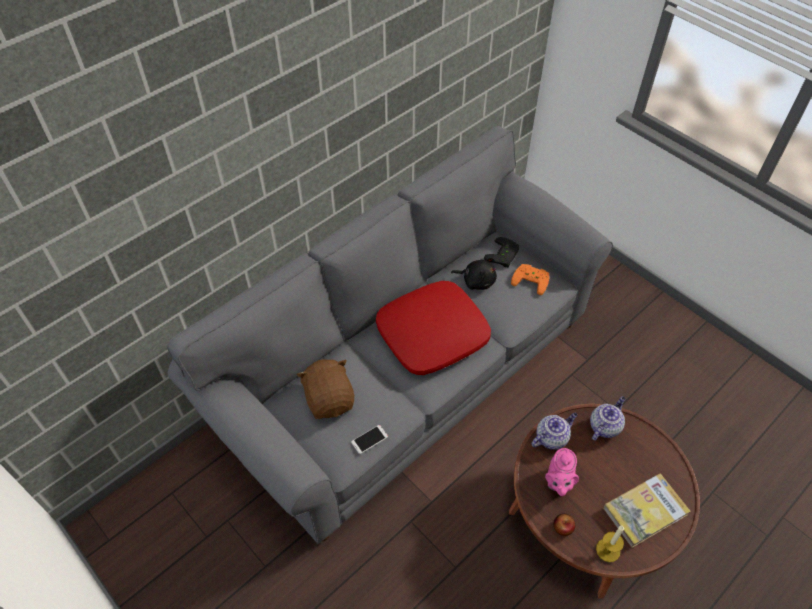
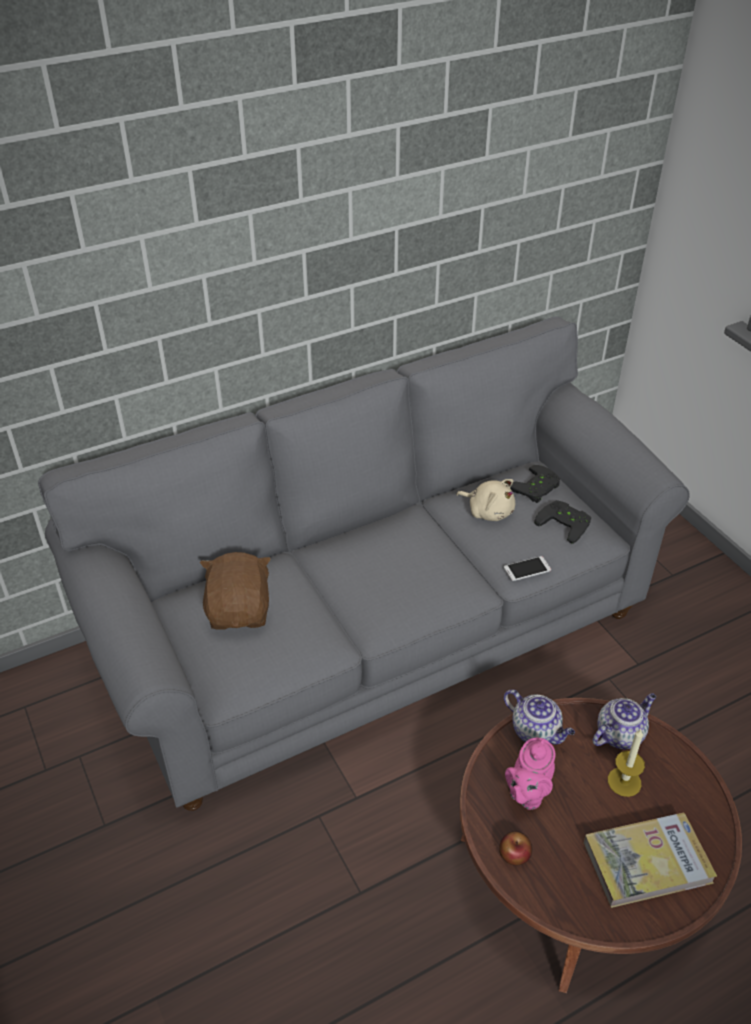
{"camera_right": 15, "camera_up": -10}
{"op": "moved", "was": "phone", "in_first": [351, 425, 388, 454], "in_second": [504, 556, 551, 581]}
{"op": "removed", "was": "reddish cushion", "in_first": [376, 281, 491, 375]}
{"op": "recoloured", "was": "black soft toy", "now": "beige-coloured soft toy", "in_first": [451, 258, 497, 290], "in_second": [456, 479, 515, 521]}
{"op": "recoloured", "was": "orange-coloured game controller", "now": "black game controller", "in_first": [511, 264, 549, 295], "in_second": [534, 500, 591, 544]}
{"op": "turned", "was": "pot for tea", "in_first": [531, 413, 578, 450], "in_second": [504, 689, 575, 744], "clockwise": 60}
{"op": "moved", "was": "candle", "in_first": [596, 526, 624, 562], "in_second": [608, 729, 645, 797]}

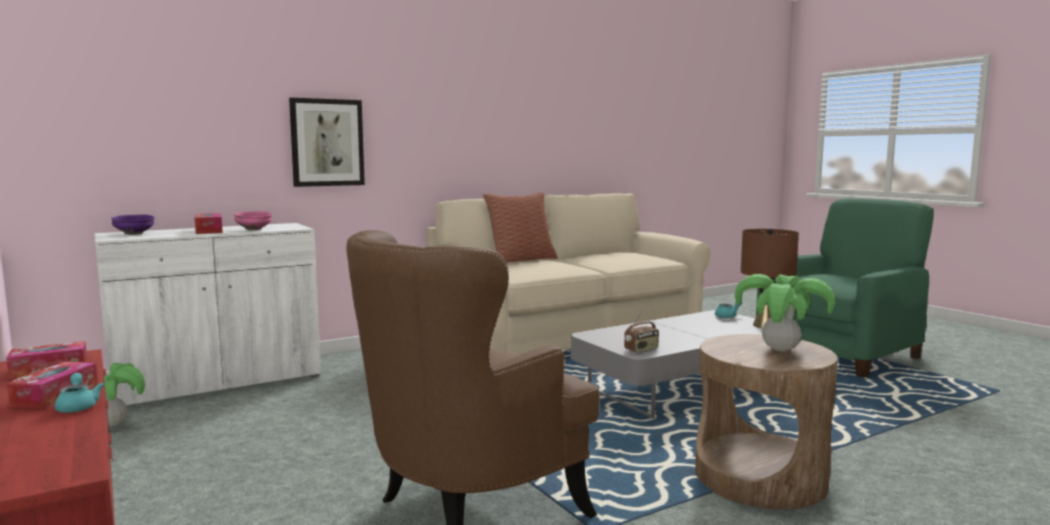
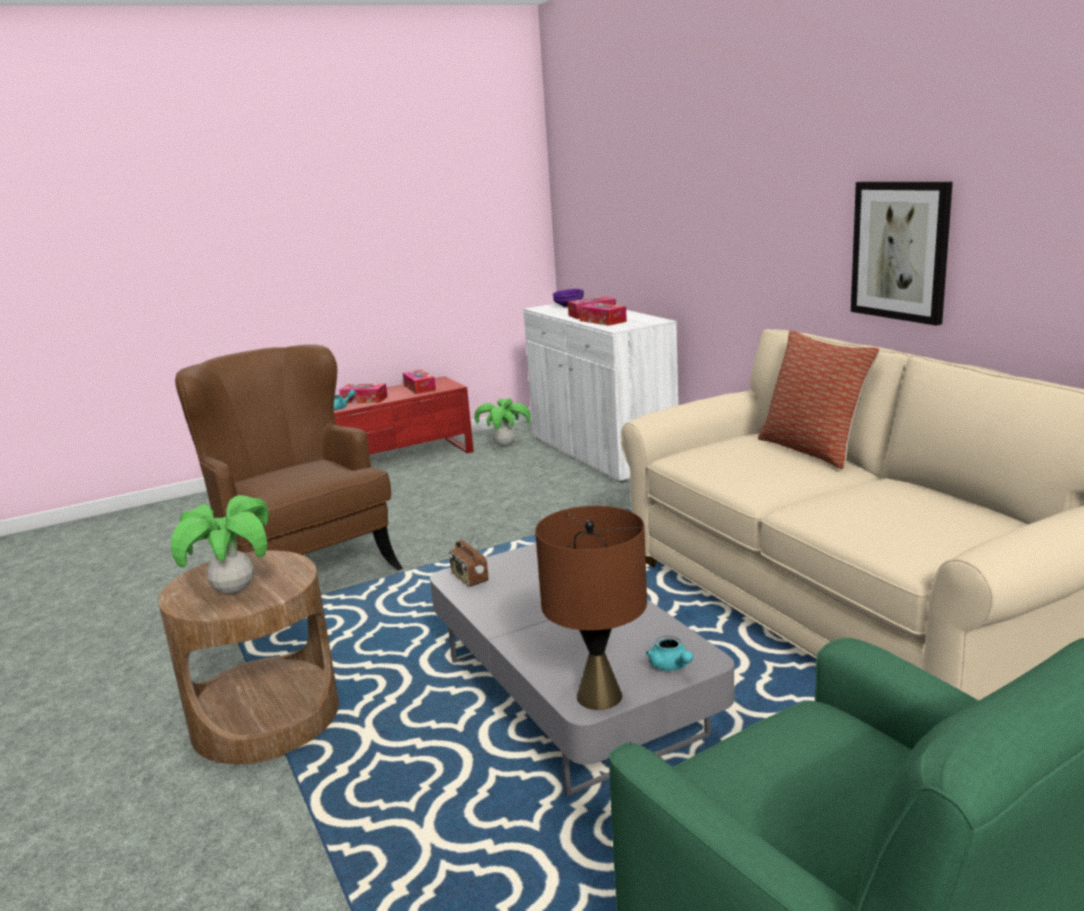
{"camera_right": 95, "camera_up": 10}
{"op": "replaced", "was": "pink-coloured deep dish", "now": "tissue box", "in_first": [234, 211, 273, 230], "in_second": [579, 302, 627, 326]}
{"op": "moved", "was": "wall art", "in_first": [289, 98, 365, 187], "in_second": [851, 182, 953, 326]}

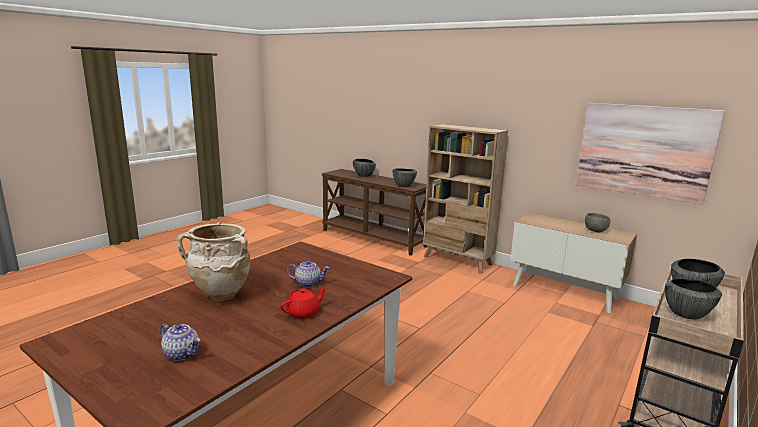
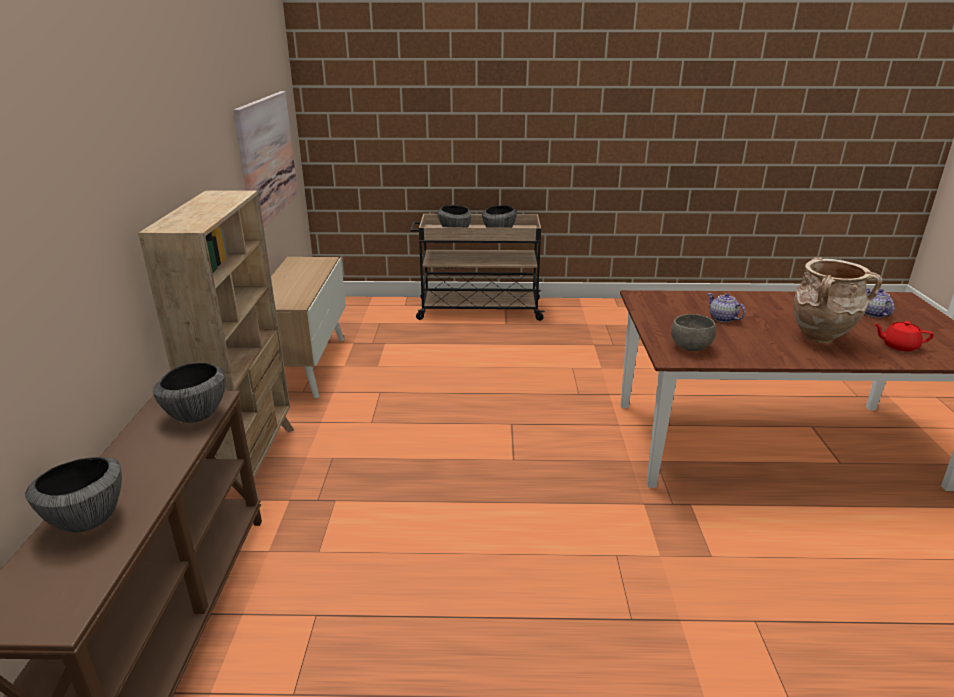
{"camera_right": -125, "camera_up": 10}
{"op": "moved", "was": "reddish pot for tea", "in_first": [280, 287, 327, 318], "in_second": [874, 321, 934, 351]}
{"op": "moved", "was": "gray deep dish", "in_first": [585, 213, 610, 232], "in_second": [671, 314, 716, 351]}

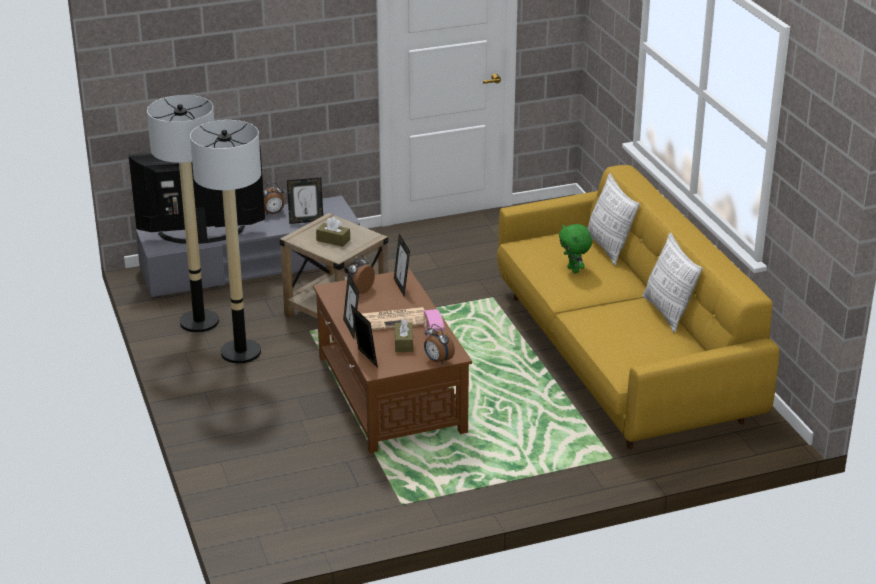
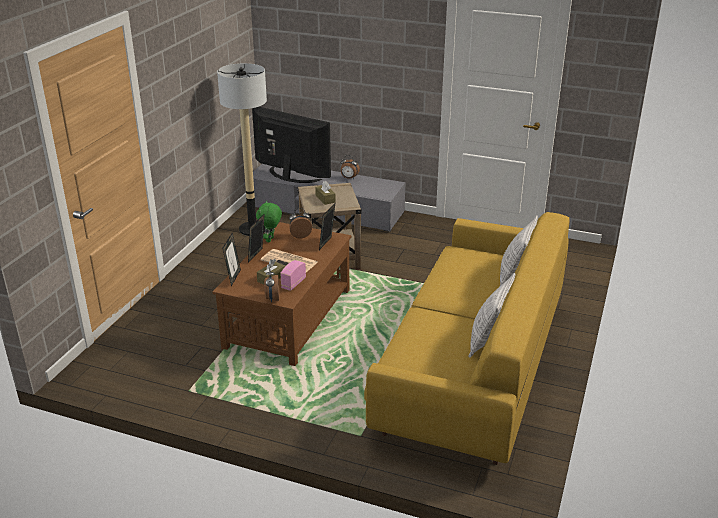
{"camera_right": 40, "camera_up": 0}
{"op": "removed", "was": "floor lamp", "in_first": [190, 120, 261, 364]}
{"op": "removed", "was": "standing frame", "in_first": [287, 178, 323, 224]}
{"op": "moved", "was": "green soft toy", "in_first": [559, 224, 592, 273], "in_second": [256, 201, 282, 242]}

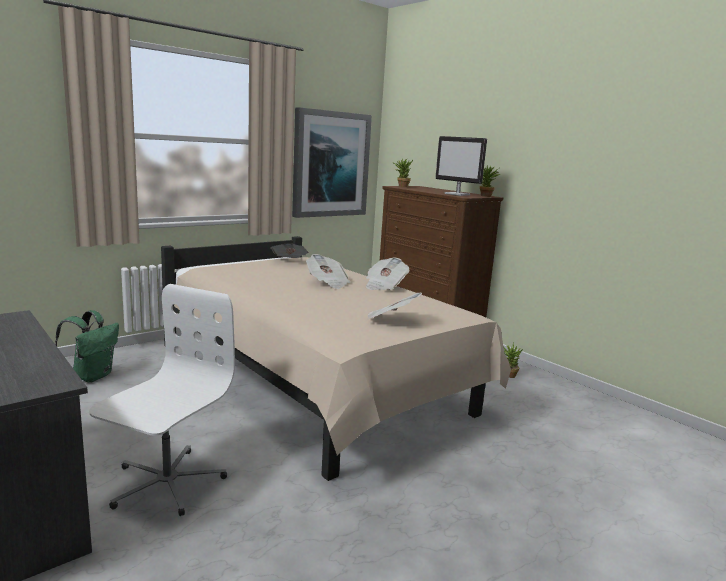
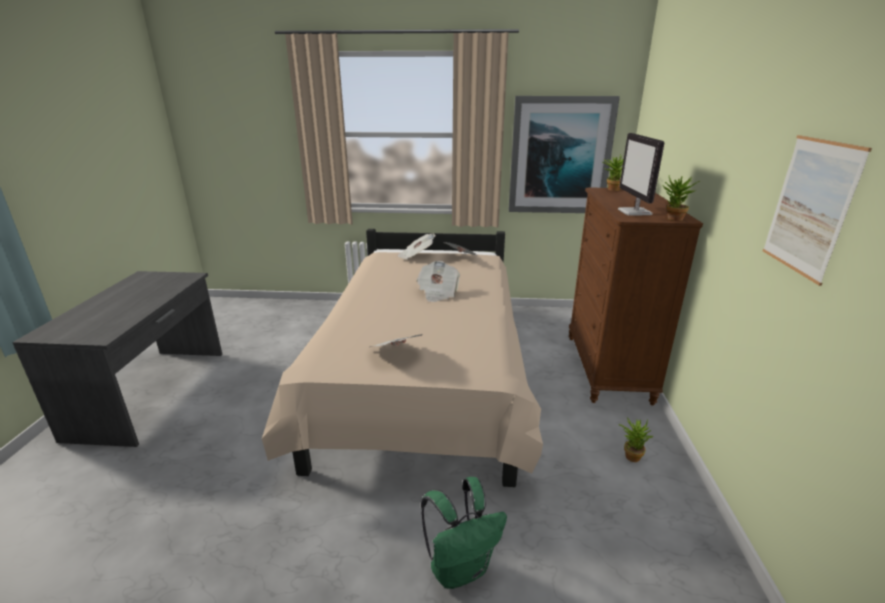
{"camera_right": 45, "camera_up": 10}
{"op": "moved", "was": "green backpack", "in_first": [55, 310, 119, 383], "in_second": [421, 477, 507, 589]}
{"op": "removed", "was": "white-coloured desk chair", "in_first": [89, 284, 235, 516]}
{"op": "moved", "was": "newspaper", "in_first": [366, 257, 410, 290], "in_second": [397, 234, 436, 260]}
{"op": "added", "now": "wall art", "in_second": [763, 135, 872, 286]}

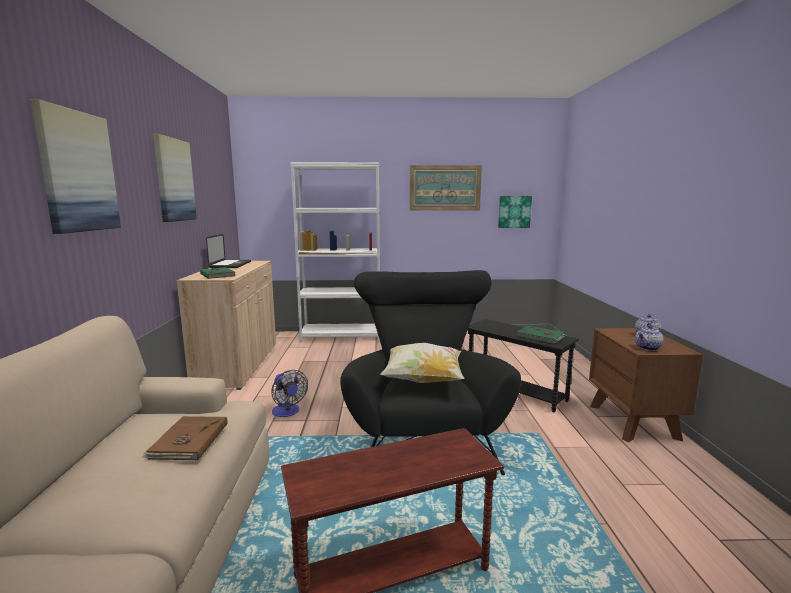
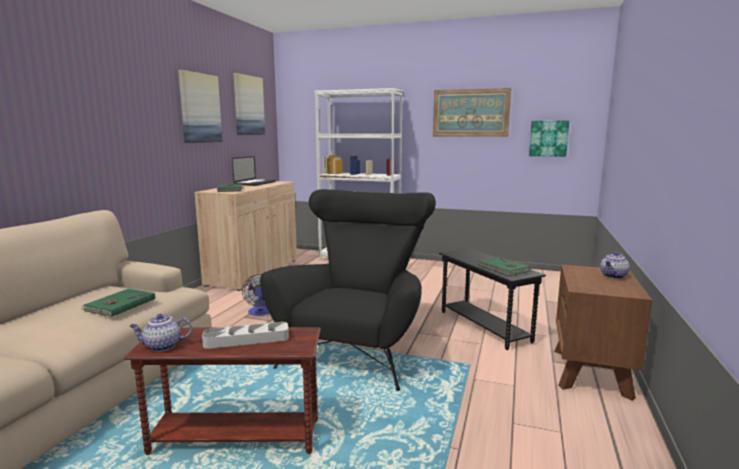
{"camera_right": 20, "camera_up": 0}
{"op": "moved", "was": "wall art", "in_first": [30, 99, 121, 234], "in_second": [233, 73, 265, 135]}
{"op": "recoloured", "was": "brownish book", "now": "green book", "in_first": [142, 416, 228, 460], "in_second": [81, 289, 155, 317]}
{"op": "removed", "was": "cushion", "in_first": [380, 343, 465, 383]}
{"op": "moved", "was": "pot for tea", "in_first": [635, 325, 664, 351], "in_second": [130, 314, 192, 352]}
{"op": "added", "now": "gray carrying tray", "in_second": [202, 322, 289, 349]}

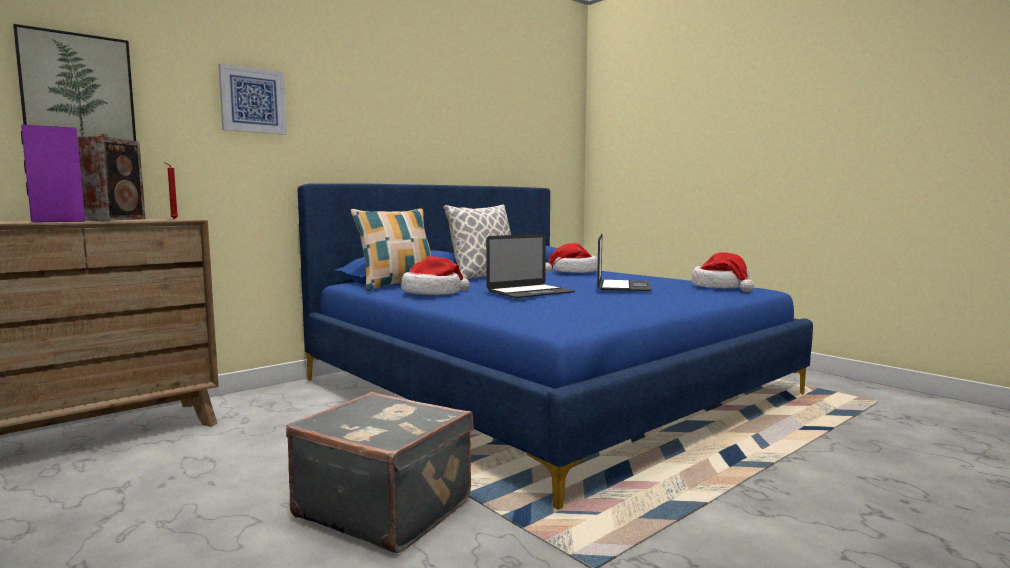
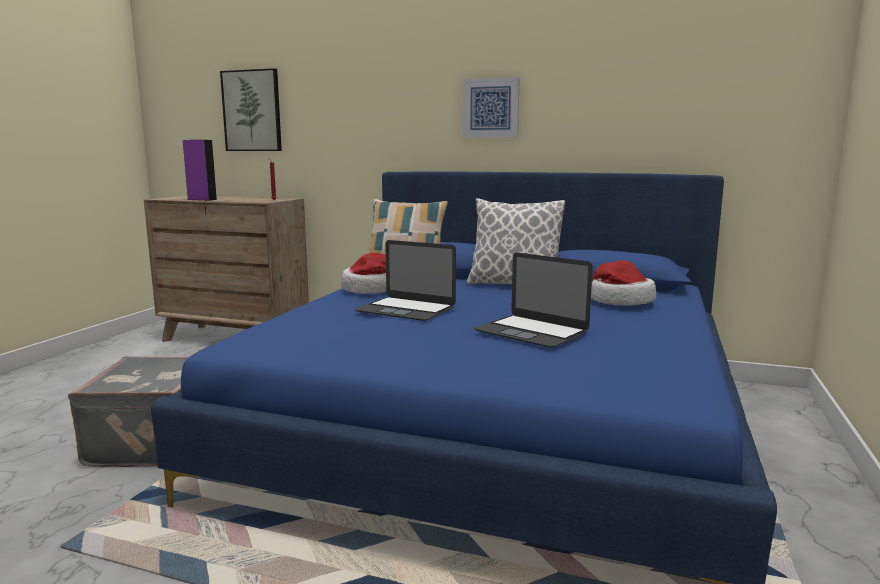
{"camera_right": 60, "camera_up": 5}
{"op": "removed", "was": "speaker", "in_first": [77, 134, 146, 221]}
{"op": "moved", "was": "wall art", "in_first": [218, 64, 287, 135], "in_second": [462, 77, 520, 138]}
{"op": "turned", "was": "notebook computer", "in_first": [597, 234, 652, 291], "in_second": [474, 253, 593, 348], "clockwise": 60}
{"op": "removed", "was": "wearable hat", "in_first": [692, 252, 754, 292]}

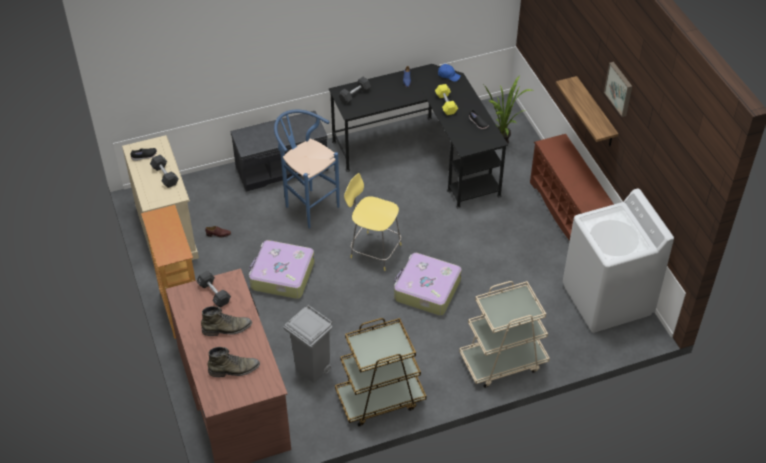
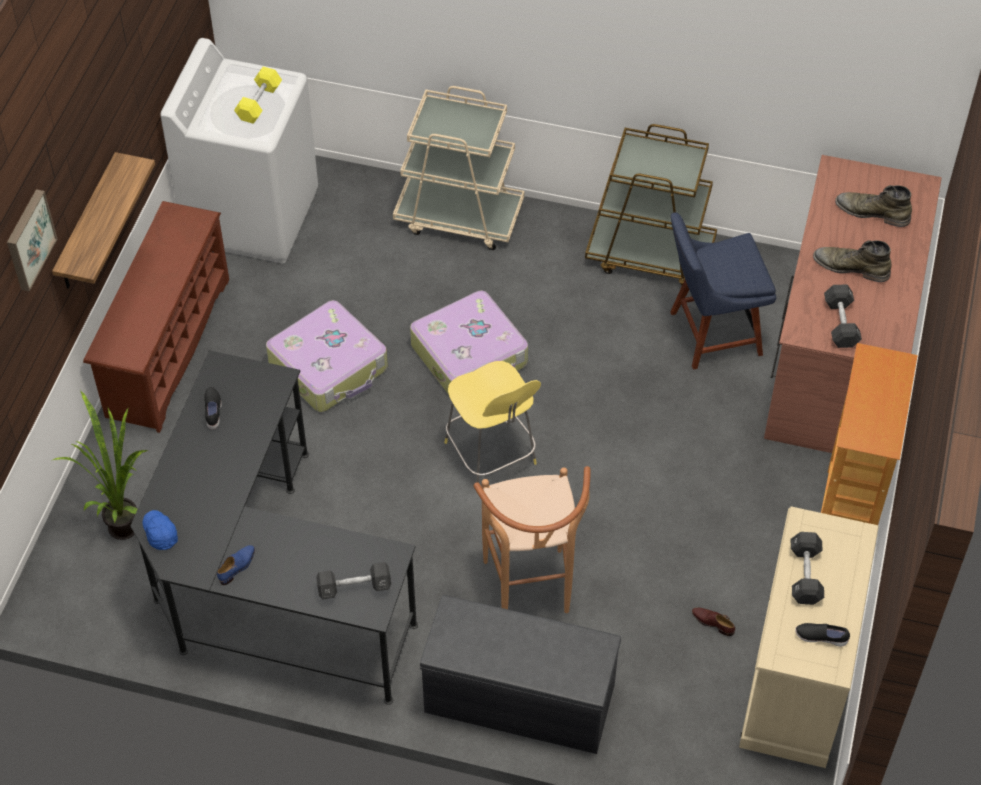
{"camera_right": -145, "camera_up": 5}
{"op": "moved", "was": "suitcase", "in_first": [249, 240, 315, 299], "in_second": [266, 300, 388, 412]}
{"op": "recoloured", "was": "bluish stool seat", "now": "brownish stool seat", "in_first": [274, 110, 339, 229], "in_second": [473, 466, 591, 613]}
{"op": "replaced", "was": "gray trash can", "now": "bluish chair", "in_first": [283, 305, 333, 383], "in_second": [670, 212, 776, 370]}
{"op": "moved", "was": "yellowish free weight", "in_first": [435, 84, 458, 115], "in_second": [234, 67, 282, 124]}
{"op": "moved", "was": "wall art", "in_first": [604, 62, 632, 117], "in_second": [7, 189, 57, 292]}

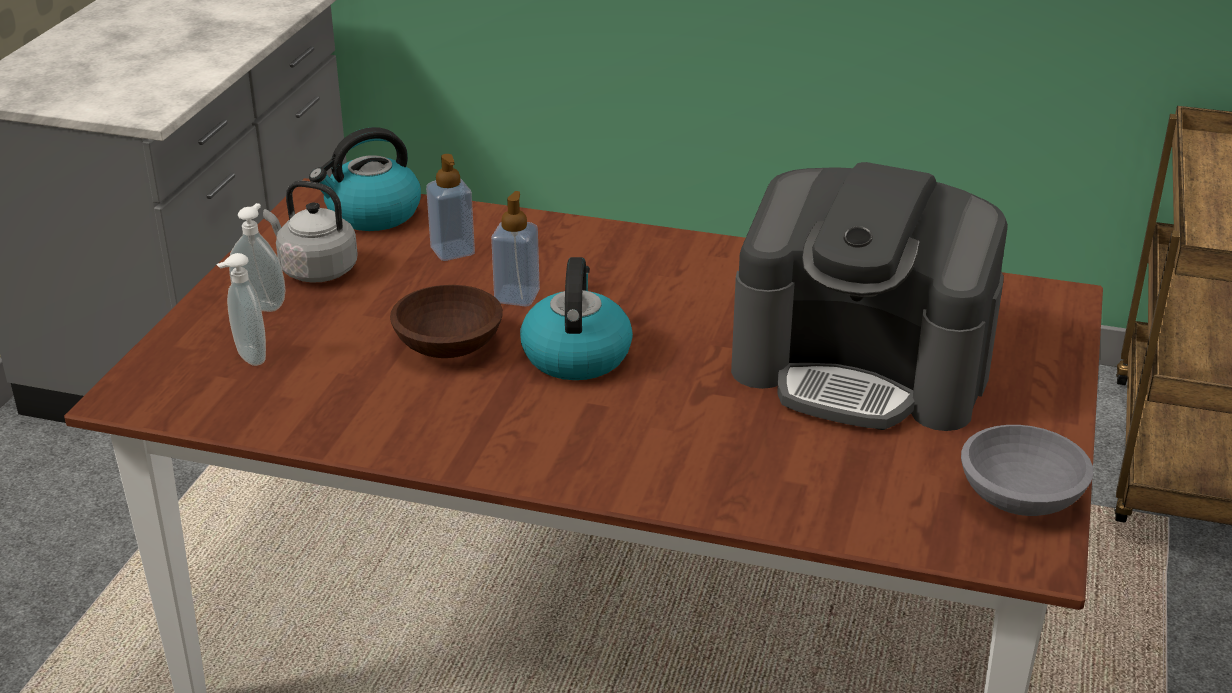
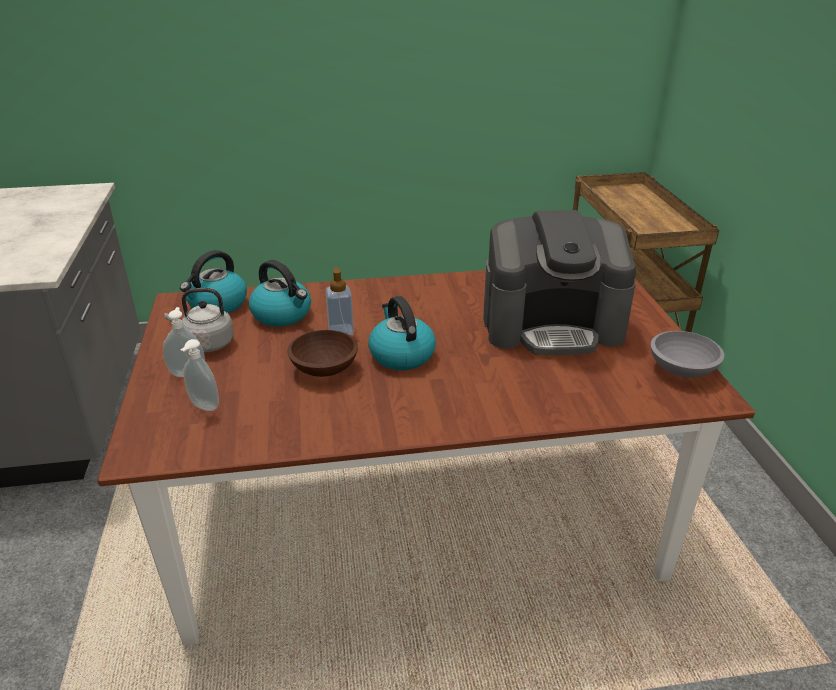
{"camera_right": -25, "camera_up": 0}
{"op": "replaced", "was": "liquid soap bottle", "now": "kettle", "in_first": [426, 154, 475, 261], "in_second": [249, 260, 311, 326]}

